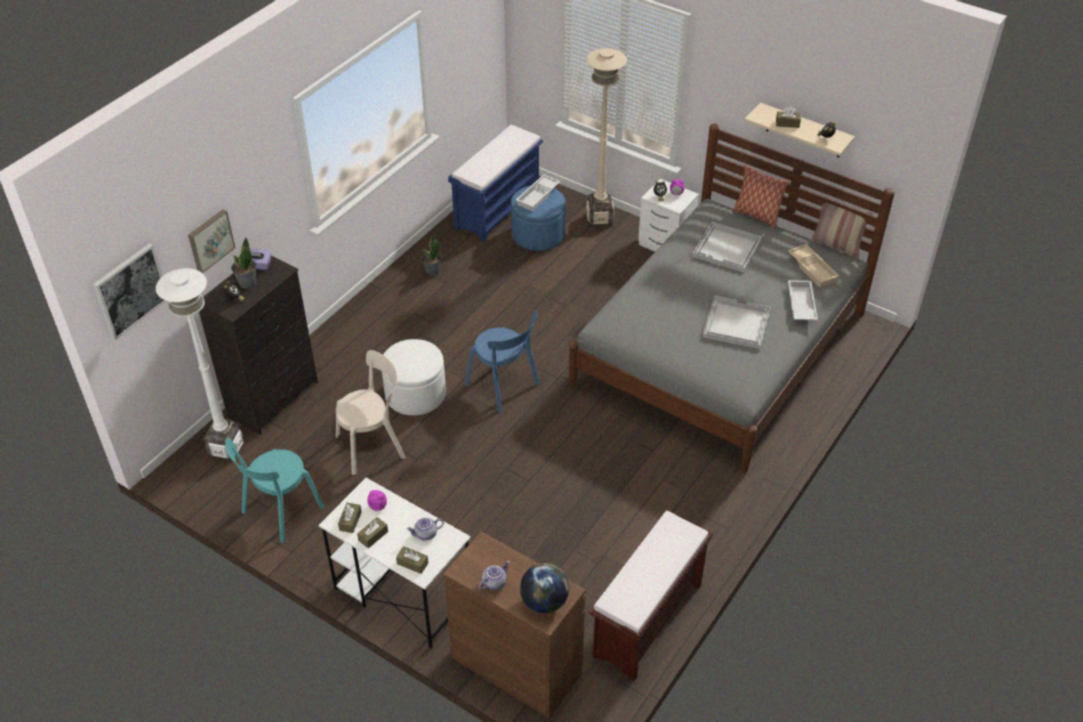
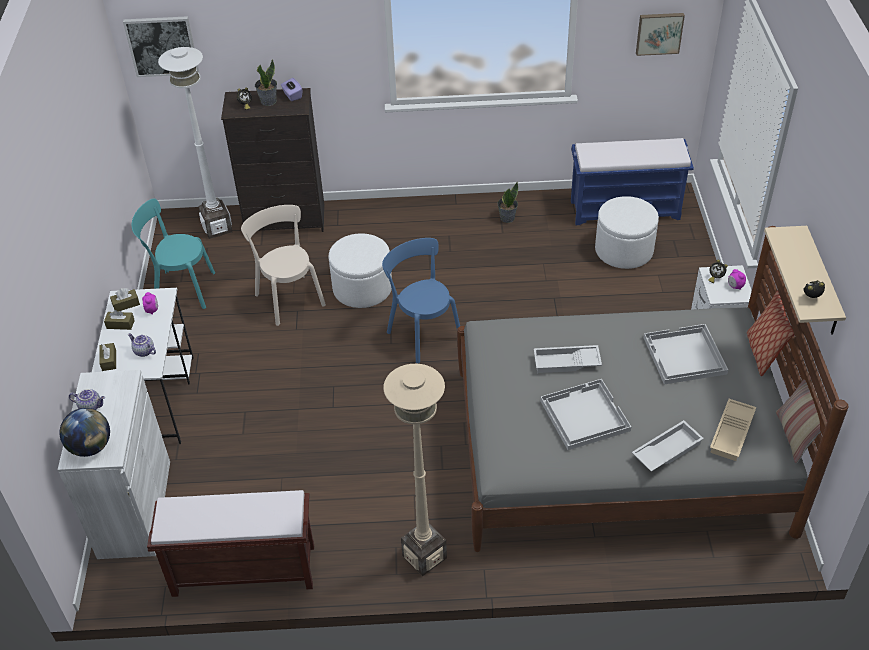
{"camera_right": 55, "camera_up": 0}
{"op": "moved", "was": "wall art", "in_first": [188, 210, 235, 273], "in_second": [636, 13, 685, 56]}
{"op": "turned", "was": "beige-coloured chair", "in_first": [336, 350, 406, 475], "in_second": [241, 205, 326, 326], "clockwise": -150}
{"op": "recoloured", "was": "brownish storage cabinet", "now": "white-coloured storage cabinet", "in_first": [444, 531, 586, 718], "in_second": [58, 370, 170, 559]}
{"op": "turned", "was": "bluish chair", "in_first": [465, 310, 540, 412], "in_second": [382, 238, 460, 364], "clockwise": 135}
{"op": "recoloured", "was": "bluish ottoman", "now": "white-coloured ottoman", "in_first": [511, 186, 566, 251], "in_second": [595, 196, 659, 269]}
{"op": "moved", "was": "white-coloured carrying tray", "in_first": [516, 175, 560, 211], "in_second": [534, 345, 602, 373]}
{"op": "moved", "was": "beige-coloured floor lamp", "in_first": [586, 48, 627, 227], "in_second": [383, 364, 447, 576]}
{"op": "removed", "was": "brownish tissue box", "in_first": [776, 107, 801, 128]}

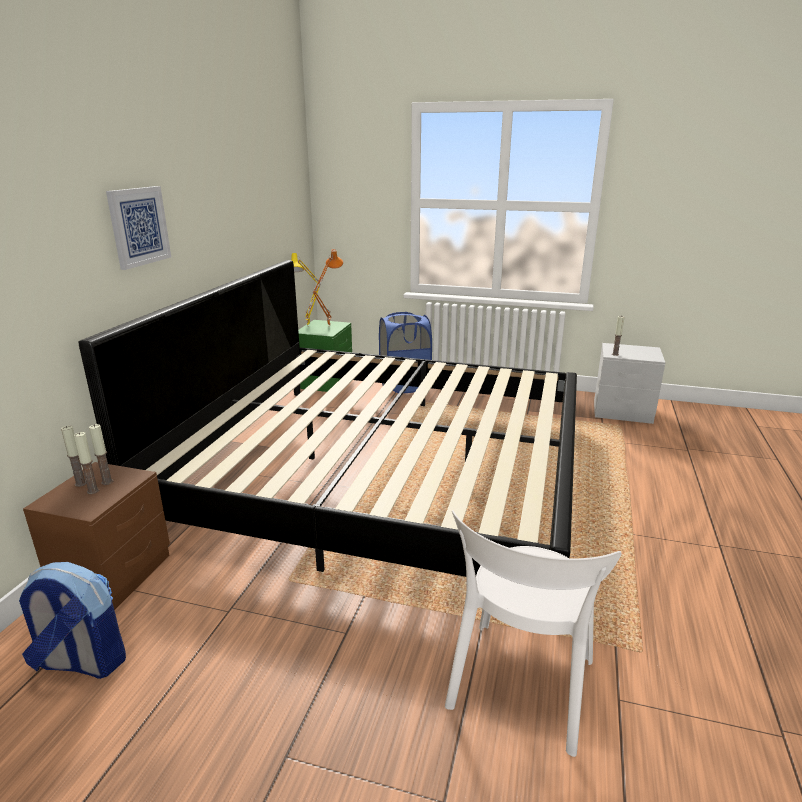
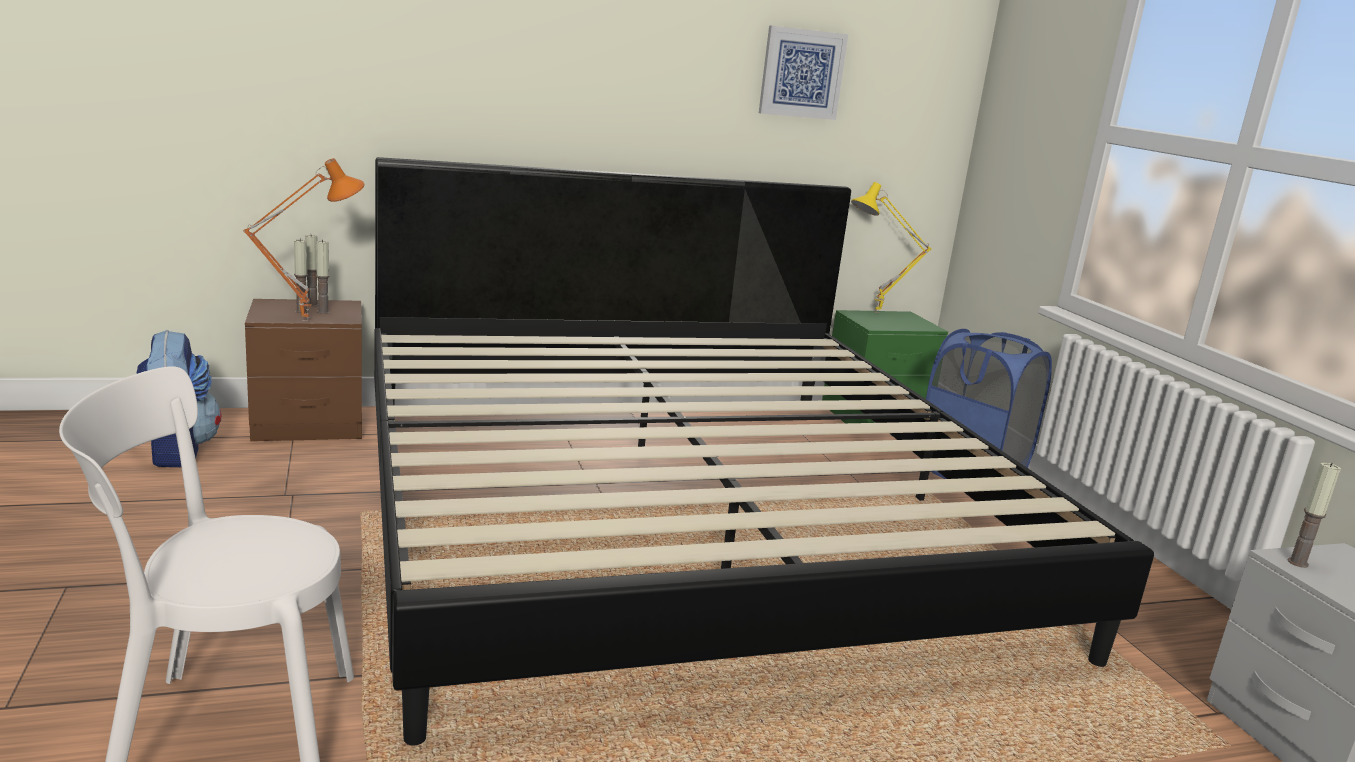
{"camera_right": 55, "camera_up": -5}
{"op": "moved", "was": "wall art", "in_first": [106, 186, 171, 270], "in_second": [759, 26, 848, 120]}
{"op": "moved", "was": "orange-coloured tabletop lamp", "in_first": [313, 249, 343, 327], "in_second": [243, 158, 365, 321]}

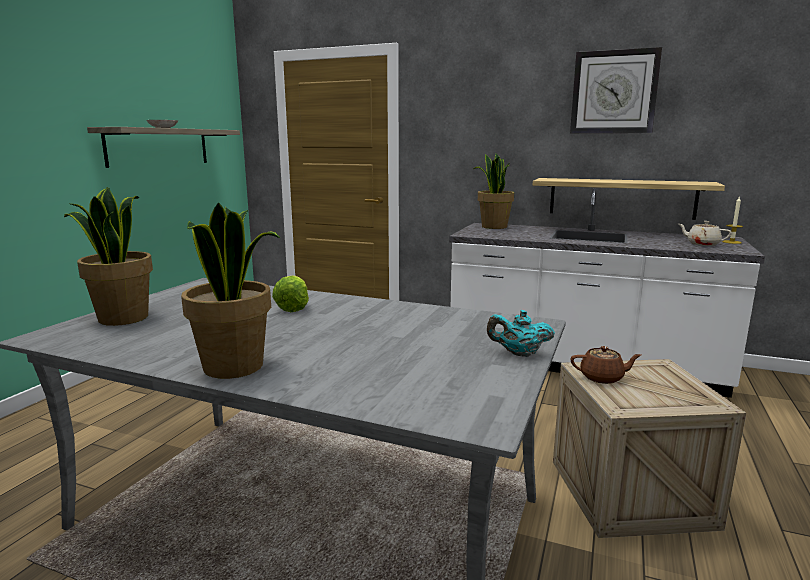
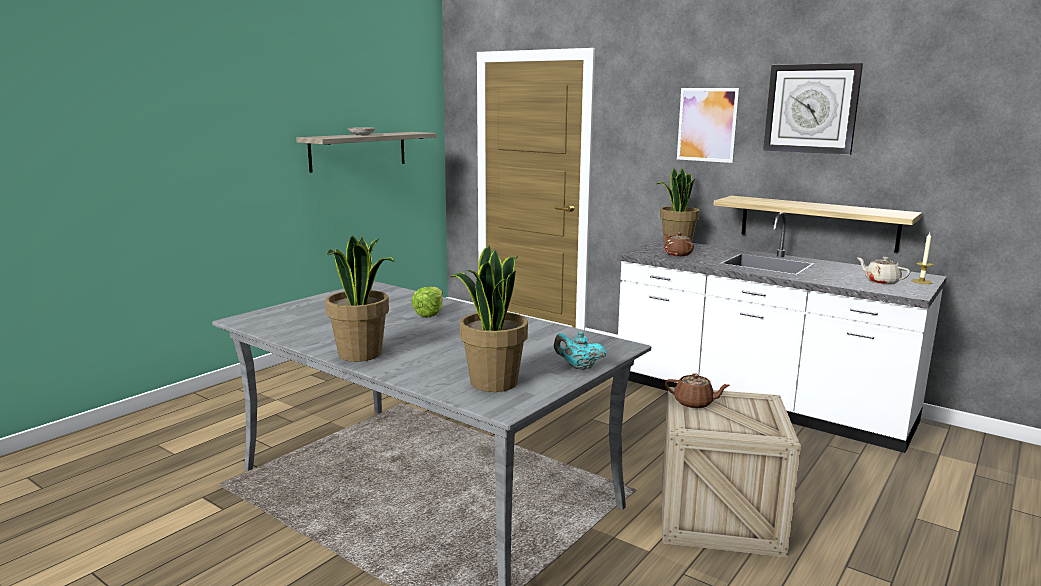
{"camera_right": 15, "camera_up": 0}
{"op": "moved", "was": "plant in a pot", "in_first": [64, 187, 153, 326], "in_second": [451, 245, 528, 392]}
{"op": "added", "now": "brownish pot for tea", "in_second": [664, 233, 694, 256]}
{"op": "added", "now": "wall art", "in_second": [677, 88, 740, 163]}

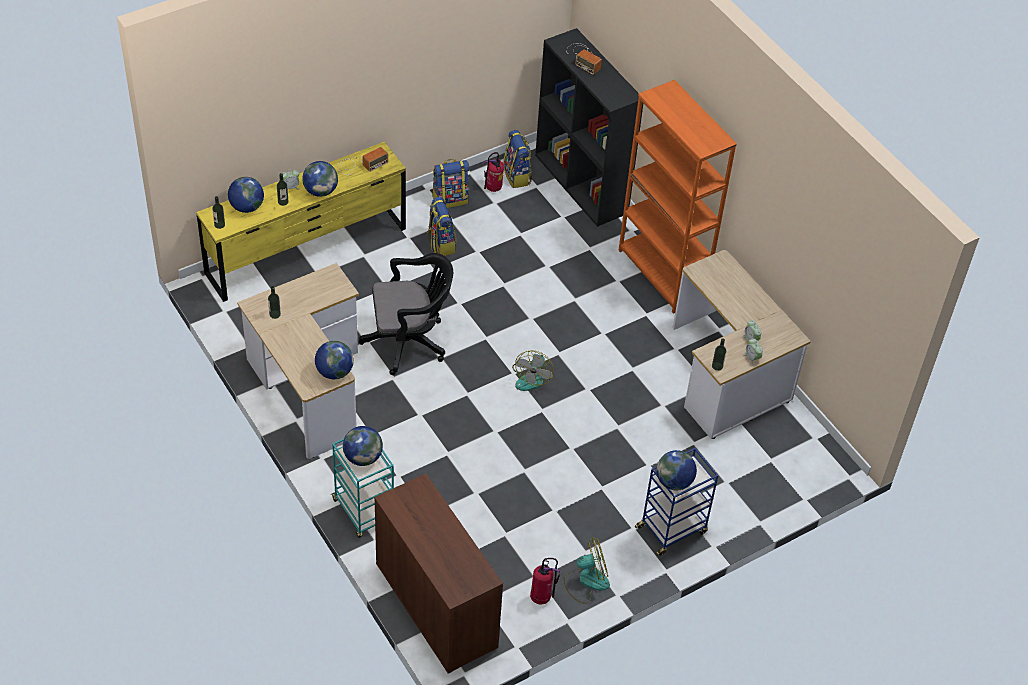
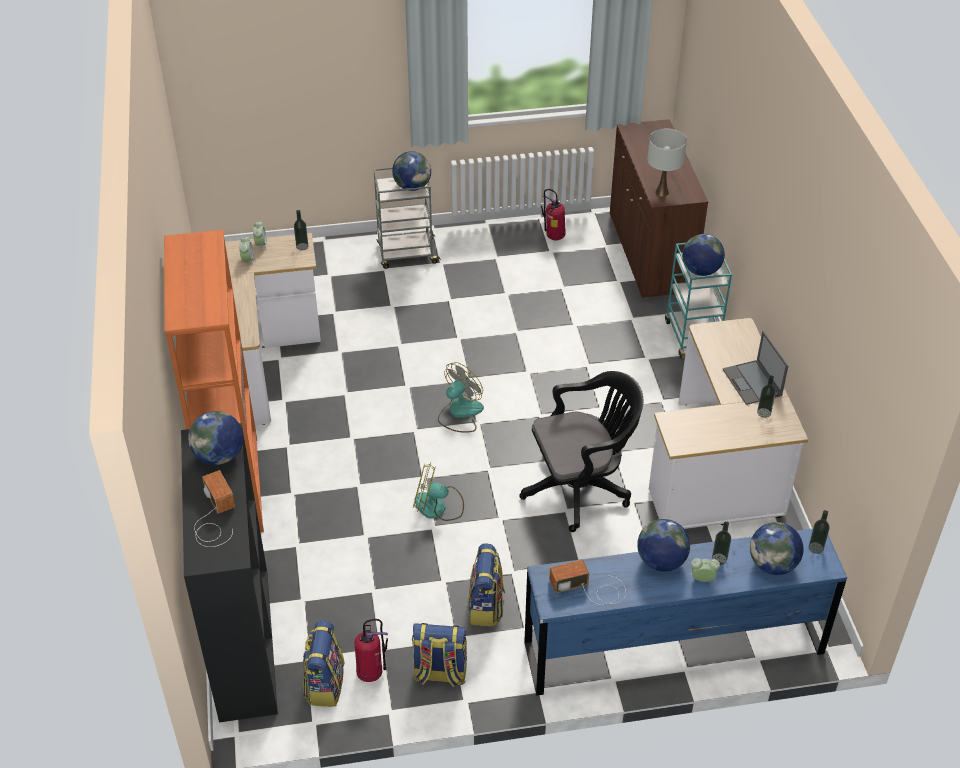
{"camera_right": -155, "camera_up": -5}
{"op": "recoloured", "was": "yellowish chest of drawers", "now": "bluish chest of drawers", "in_first": [196, 142, 406, 302], "in_second": [524, 528, 847, 696]}
{"op": "moved", "was": "desk globe", "in_first": [315, 341, 354, 379], "in_second": [188, 411, 243, 465]}
{"op": "turned", "was": "black desk chair", "in_first": [359, 253, 453, 375], "in_second": [519, 371, 643, 532], "clockwise": 150}
{"op": "moved", "was": "fan", "in_first": [563, 537, 610, 604], "in_second": [413, 462, 464, 521]}
{"op": "recoloured", "was": "bluish cart", "now": "gray cart", "in_first": [635, 448, 718, 556], "in_second": [374, 167, 441, 269]}
{"op": "added", "now": "white-coloured tabletop lamp", "in_second": [647, 129, 687, 197]}
{"op": "added", "now": "notebook computer", "in_second": [723, 331, 788, 405]}

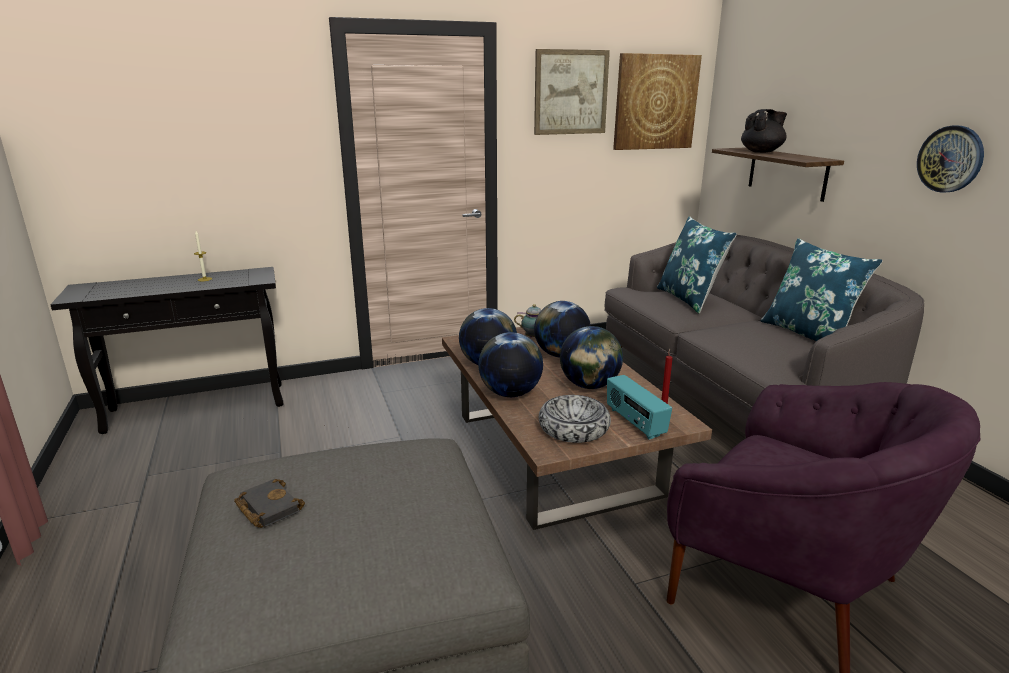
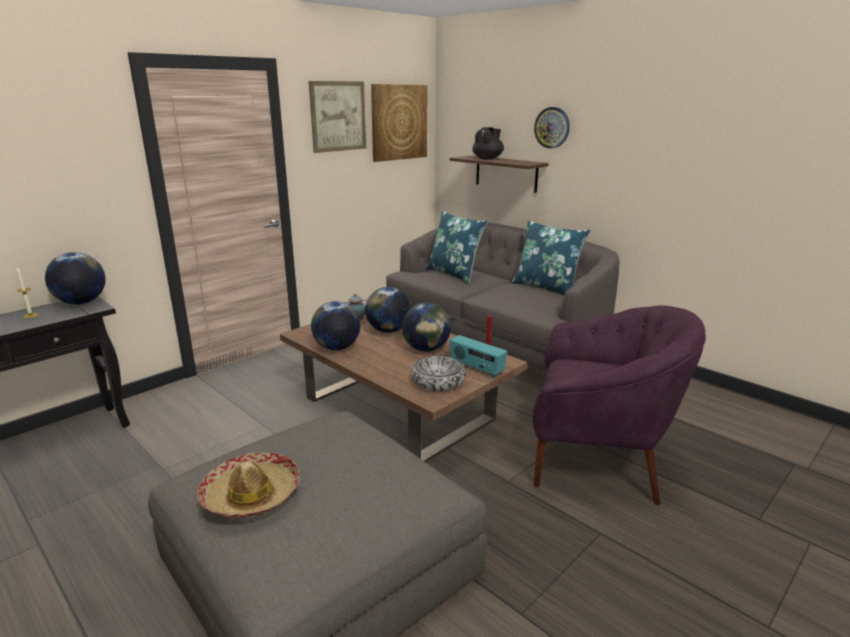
{"camera_right": -25, "camera_up": 0}
{"op": "replaced", "was": "black book", "now": "wearable hat", "in_first": [234, 479, 305, 528], "in_second": [197, 452, 300, 518]}
{"op": "moved", "was": "desk globe", "in_first": [478, 332, 543, 397], "in_second": [45, 252, 106, 304]}
{"op": "moved", "was": "wall clock", "in_first": [917, 125, 984, 193], "in_second": [534, 107, 570, 148]}

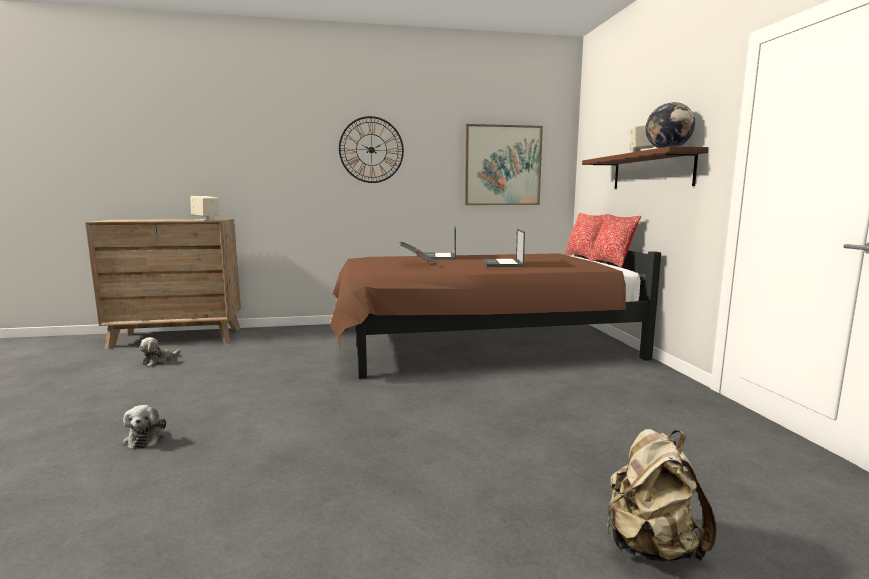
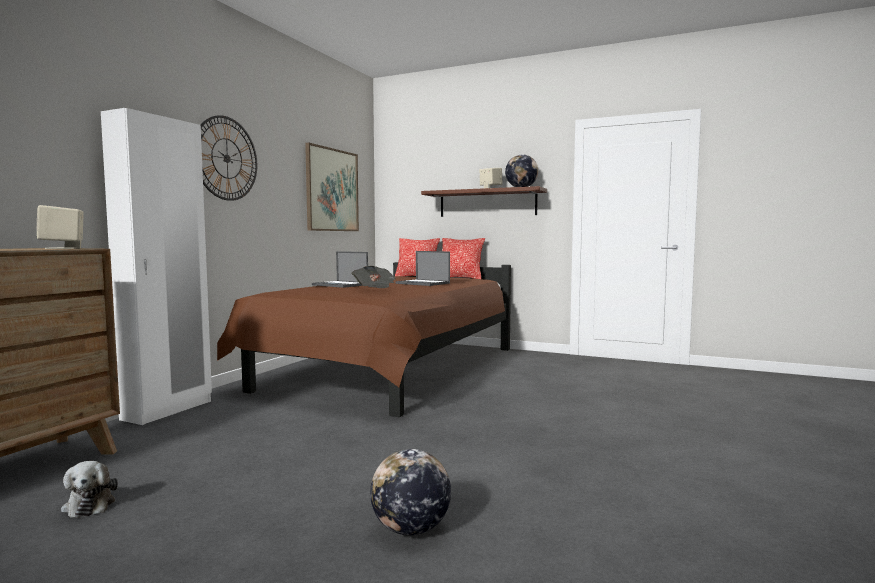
{"camera_right": -55, "camera_up": -5}
{"op": "replaced", "was": "soft toy", "now": "desk globe", "in_first": [123, 405, 166, 449], "in_second": [370, 449, 451, 536]}
{"op": "removed", "was": "beige-coloured backpack", "in_first": [606, 429, 716, 562]}
{"op": "added", "now": "white-coloured clothes cupboard", "in_second": [101, 108, 212, 425]}

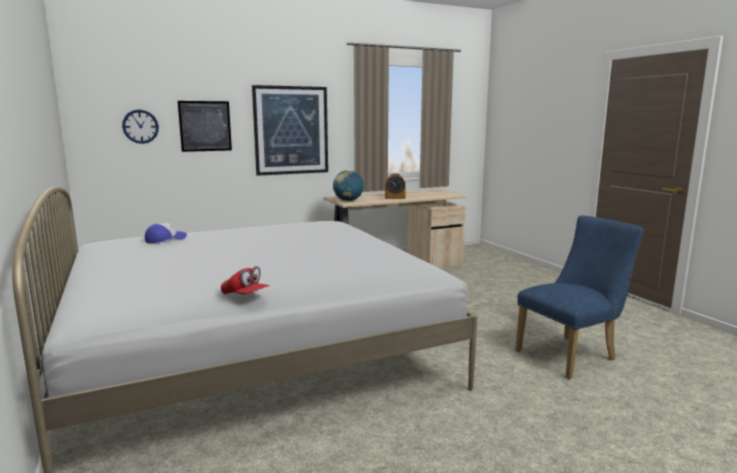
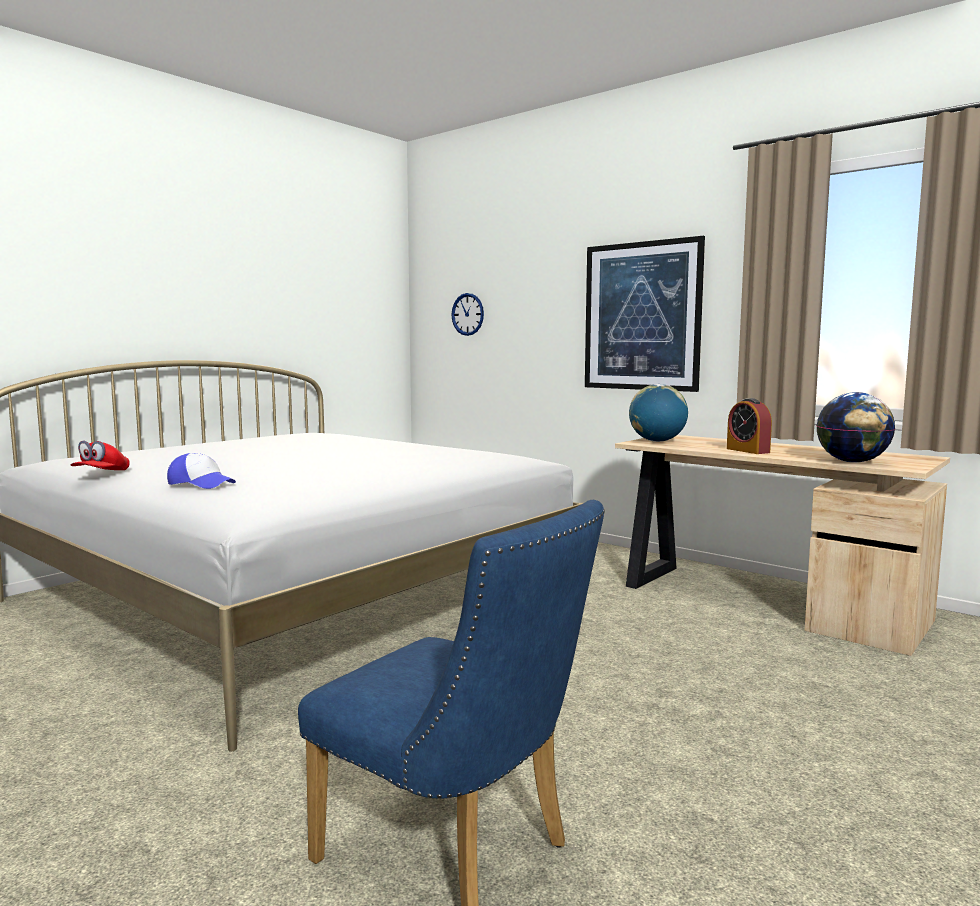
{"camera_right": 65, "camera_up": -5}
{"op": "moved", "was": "peaked cap", "in_first": [145, 223, 187, 243], "in_second": [167, 453, 236, 489]}
{"op": "removed", "was": "wall art", "in_first": [178, 101, 232, 152]}
{"op": "added", "now": "desk globe", "in_second": [816, 392, 895, 463]}

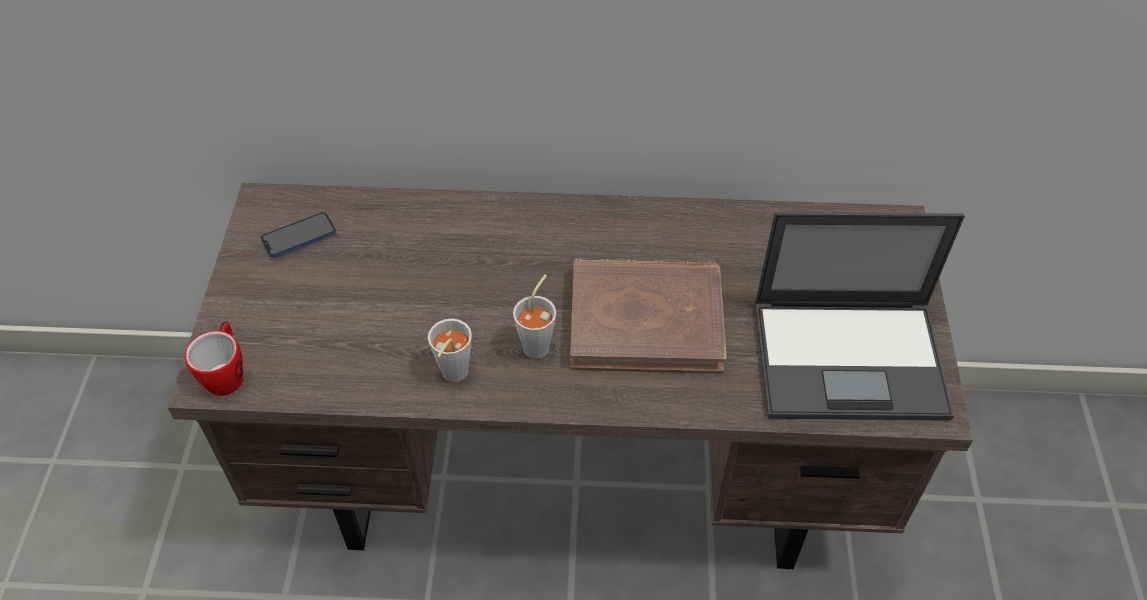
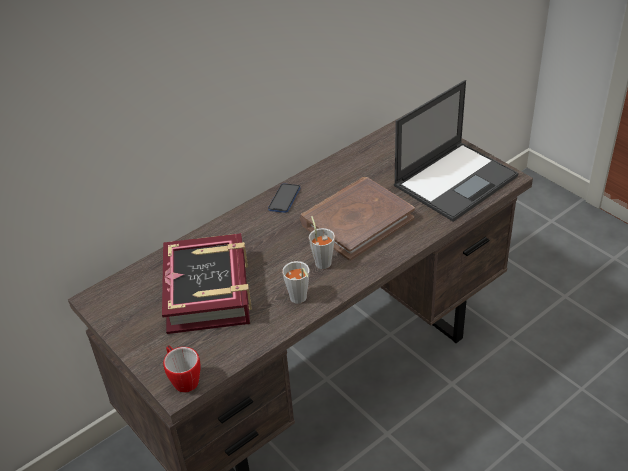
{"camera_right": -40, "camera_up": -10}
{"op": "moved", "was": "phone", "in_first": [261, 212, 336, 258], "in_second": [268, 183, 300, 213]}
{"op": "added", "now": "book", "in_second": [162, 233, 252, 334]}

